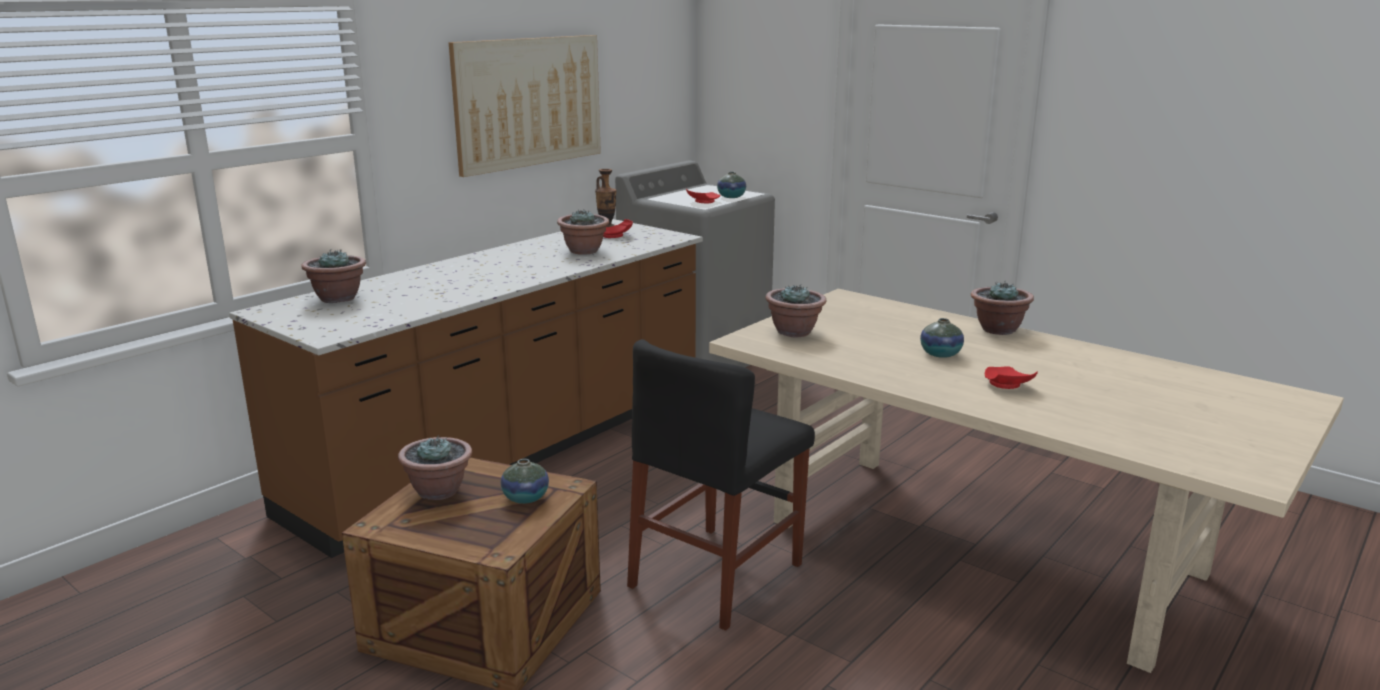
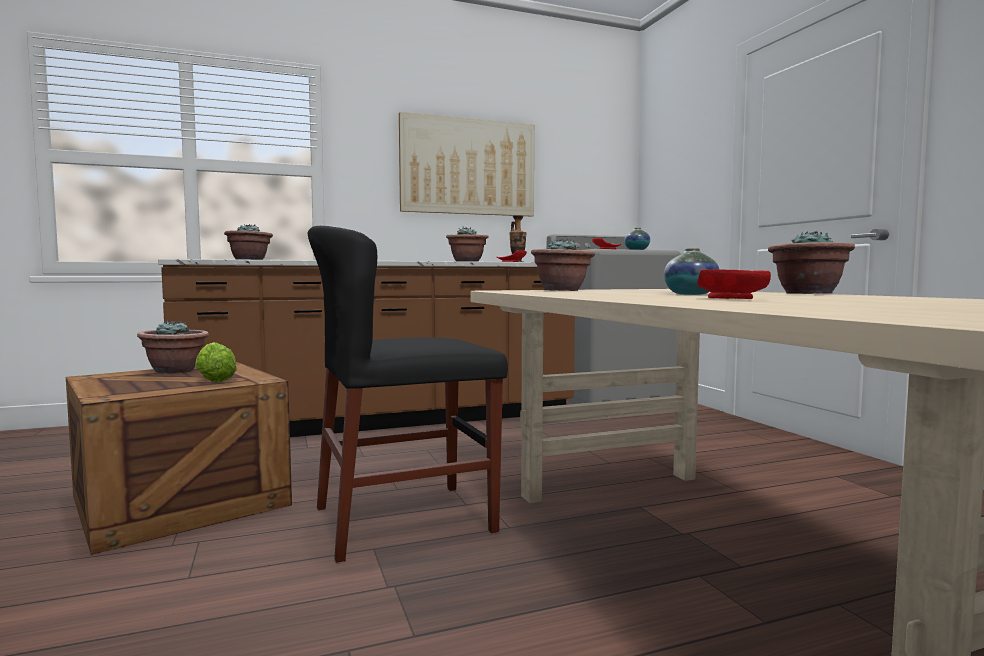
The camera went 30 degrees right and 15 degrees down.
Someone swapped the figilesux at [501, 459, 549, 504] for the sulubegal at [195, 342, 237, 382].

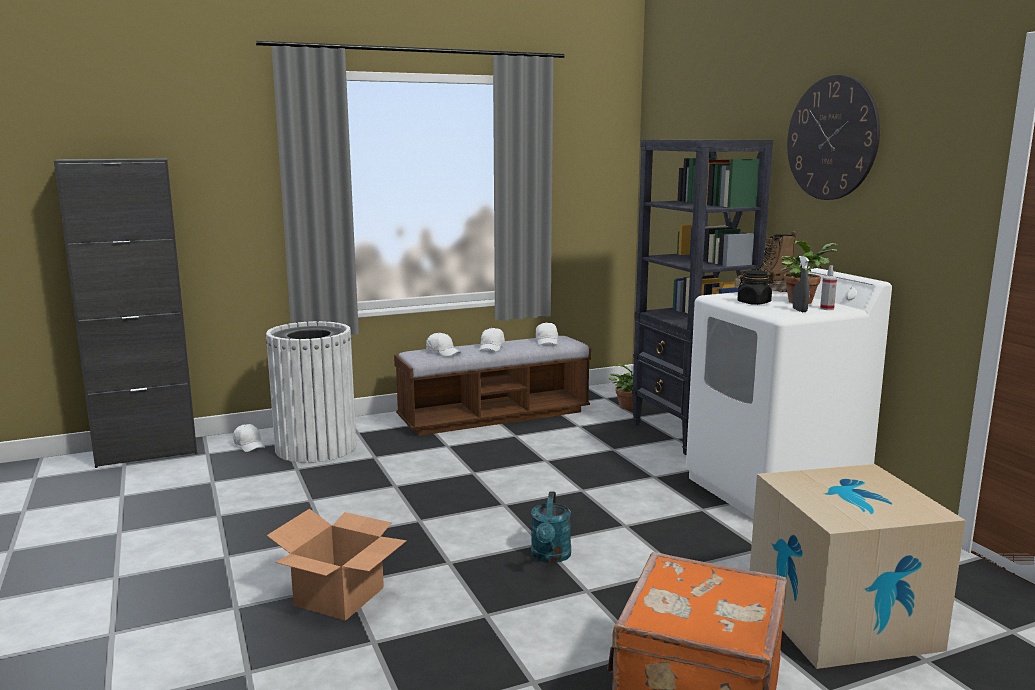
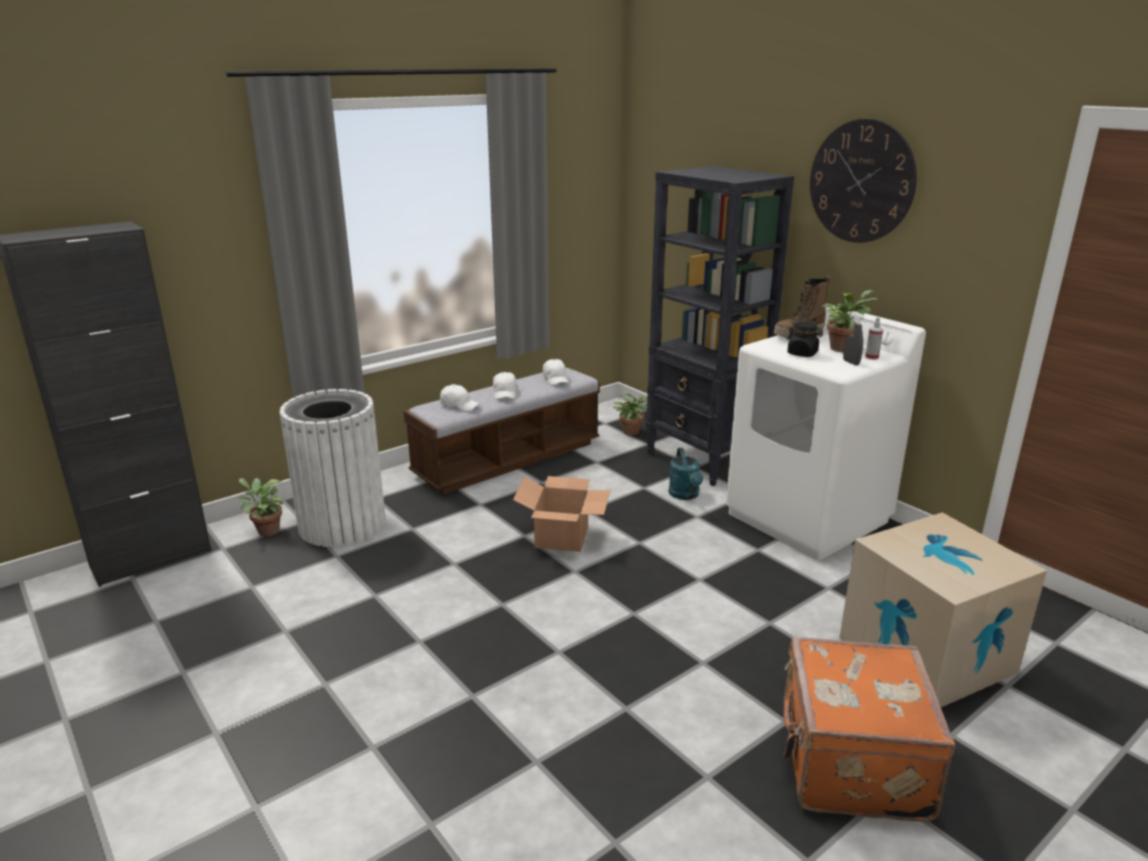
The camera went 15 degrees left and 10 degrees up.
Someone swapped the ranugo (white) at [233, 424, 265, 452] for the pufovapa at [237, 478, 283, 536].
Someone carried the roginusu from [267, 509, 407, 621] to [513, 476, 610, 552].
Someone carried the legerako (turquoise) from [531, 491, 571, 563] to [669, 448, 703, 500].

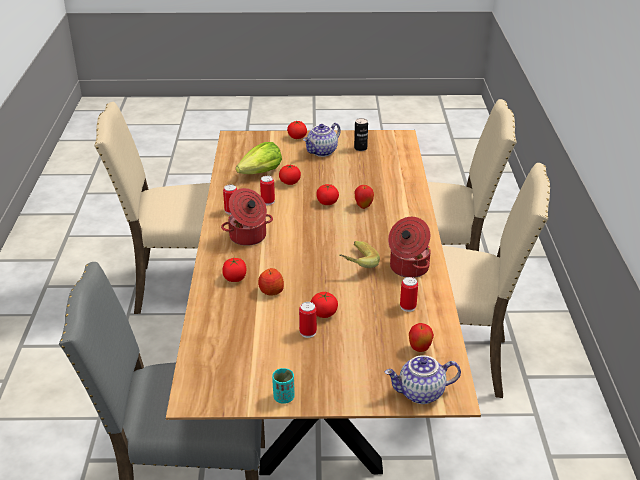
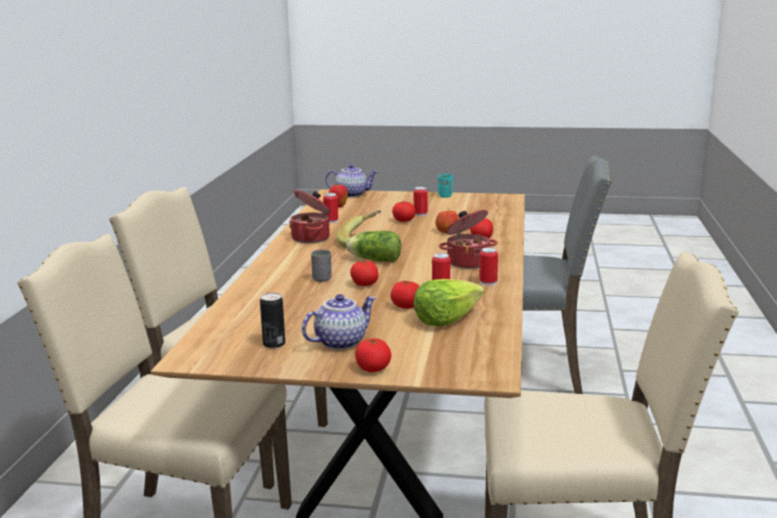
The camera went 170 degrees left and 15 degrees down.
Someone swapped the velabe at [355, 185, 374, 209] for the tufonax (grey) at [311, 249, 332, 282].
Someone put down the sulubegal at [346, 231, 401, 262].

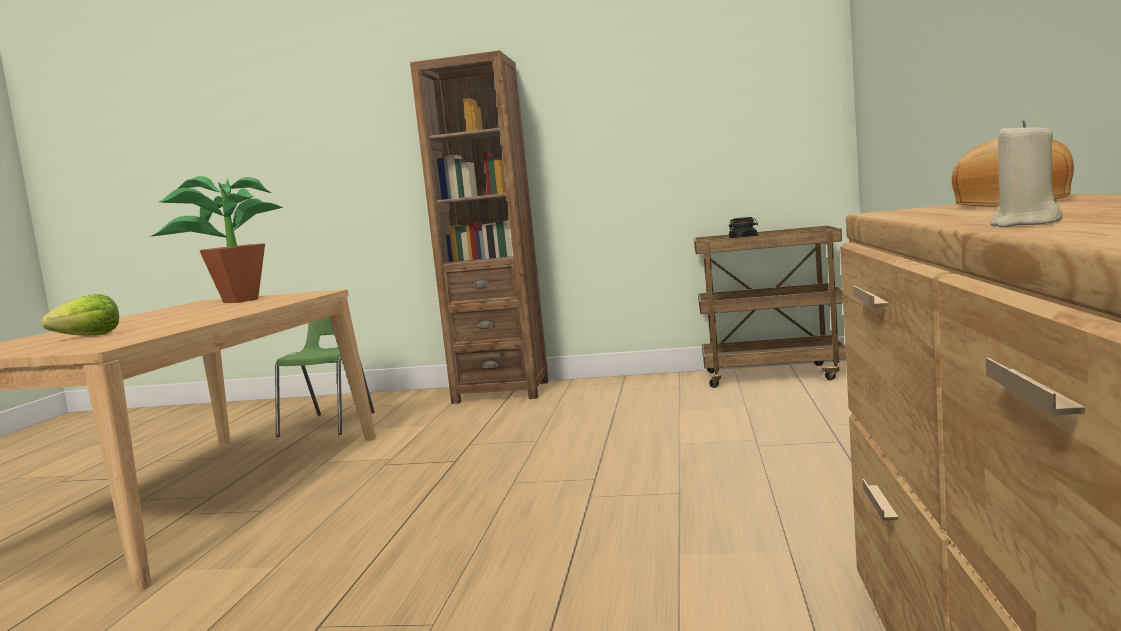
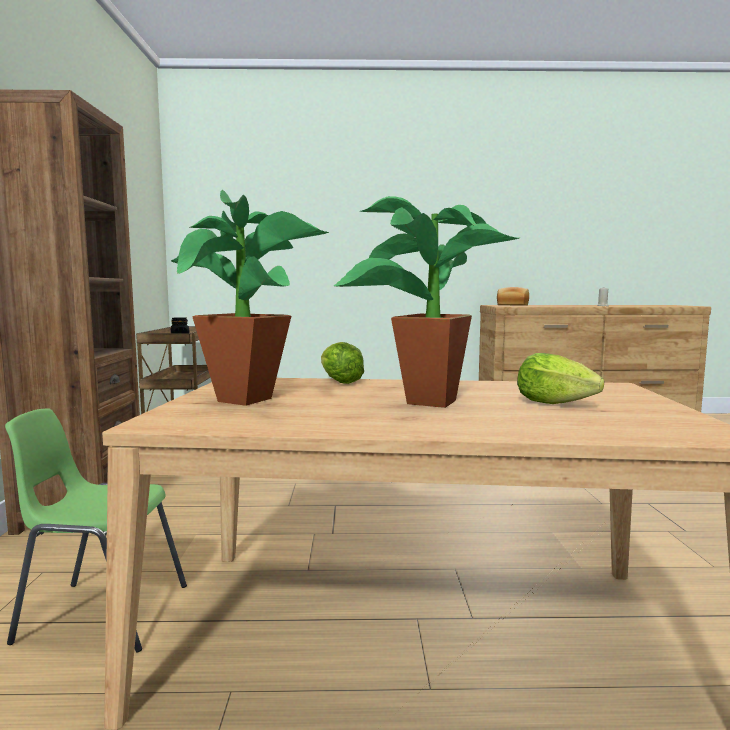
The camera went 100 degrees left and 0 degrees up.
Someone put down the sulubegal at [321, 342, 364, 384].
Someone put down the pufovapa at [334, 196, 519, 408].

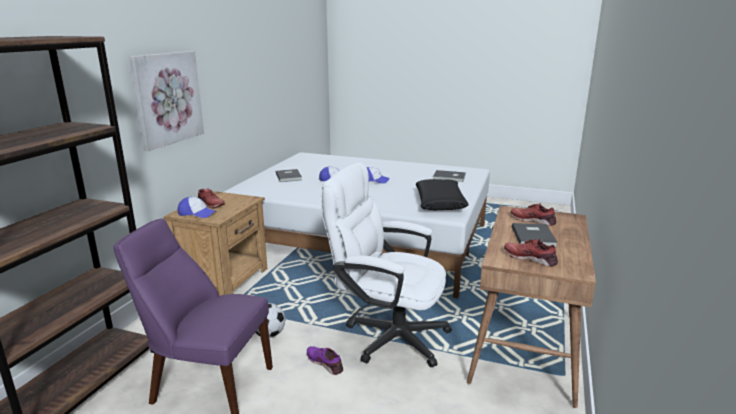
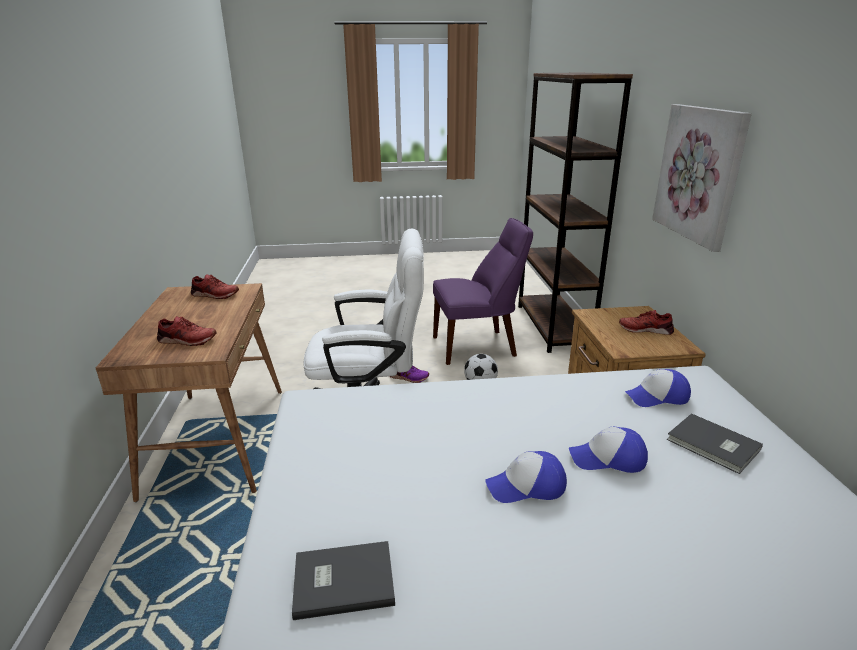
The camera went 155 degrees right and 5 degrees up.
Someone carried the ranugo from [178, 197, 217, 218] to [625, 369, 691, 407].
Someone took away the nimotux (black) at [416, 179, 469, 210].
Someone took away the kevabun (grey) at [512, 223, 558, 248].

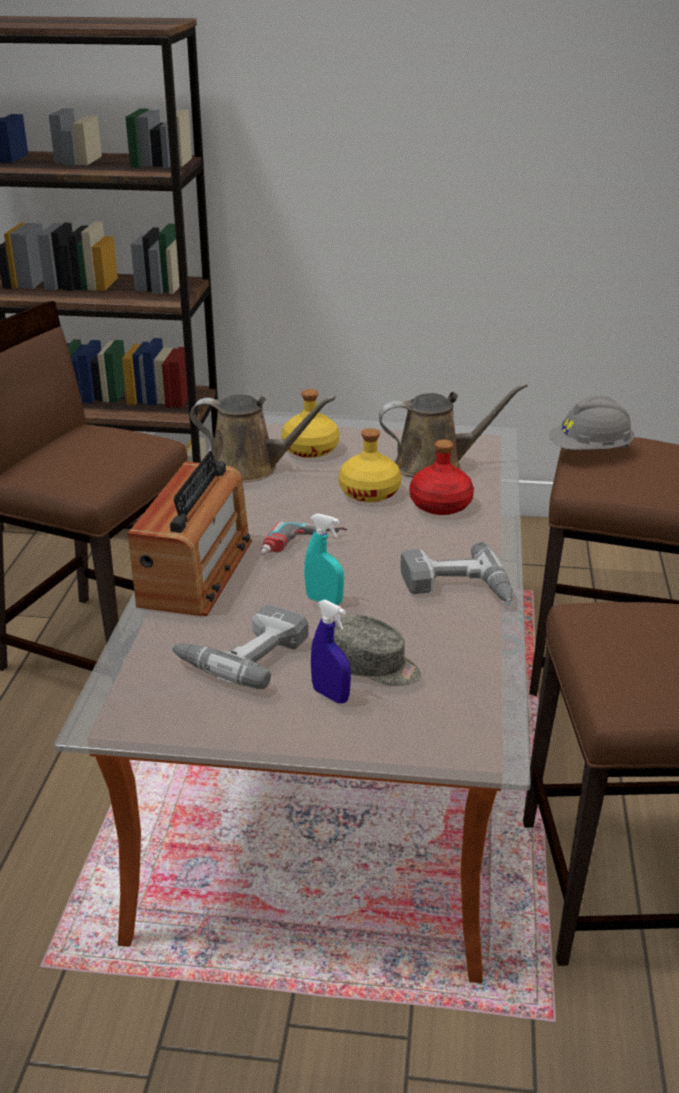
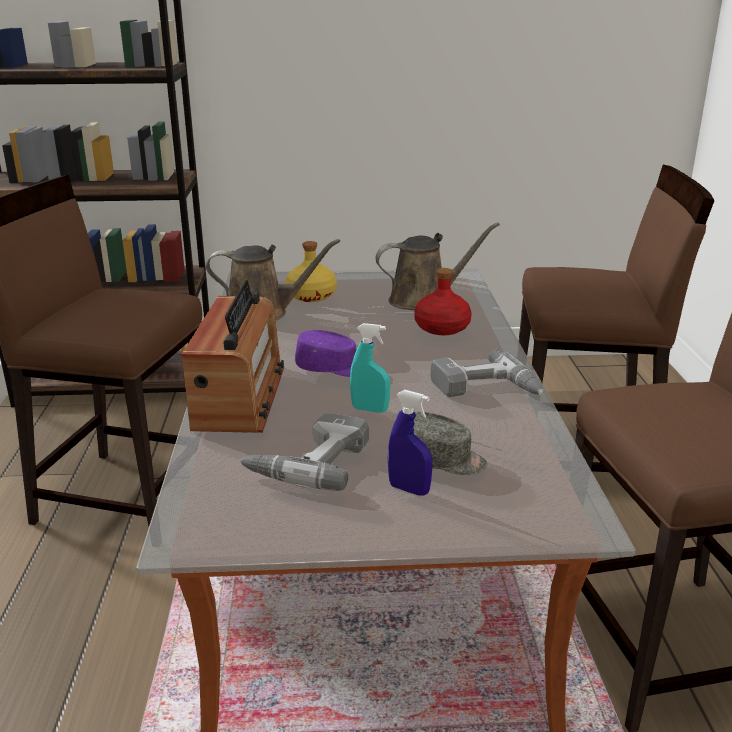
The camera went 10 degrees left and 5 degrees down.
Someone swapped the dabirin at [260, 521, 347, 555] for the ranugo (purple) at [295, 330, 356, 377].
Someone took away the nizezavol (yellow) at [339, 428, 401, 502].
Someone took away the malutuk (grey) at [549, 396, 634, 450].

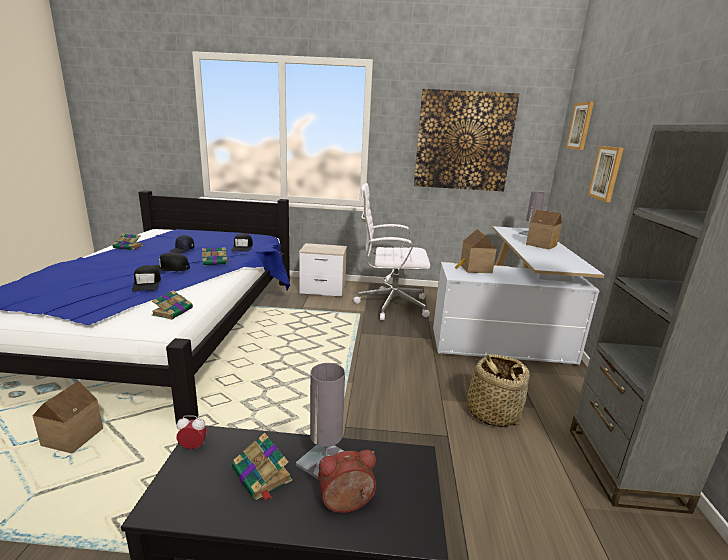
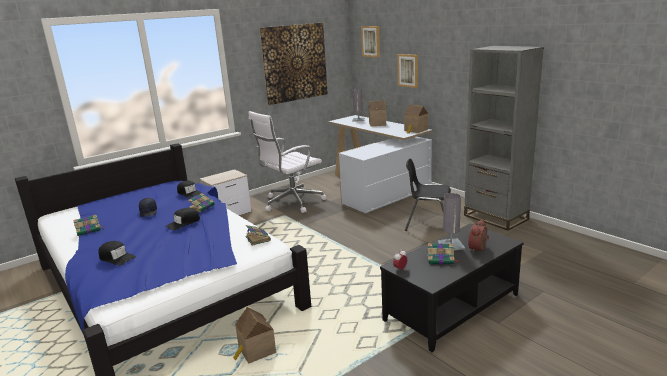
The camera went 40 degrees left and 0 degrees up.
Someone carried the ranugo (black) from [132, 265, 161, 292] to [98, 241, 136, 266].
Someone carried the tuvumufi from [455, 229, 497, 273] to [404, 105, 428, 134].
Someone swapped the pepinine at [464, 354, 530, 428] for the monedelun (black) at [405, 158, 451, 231].

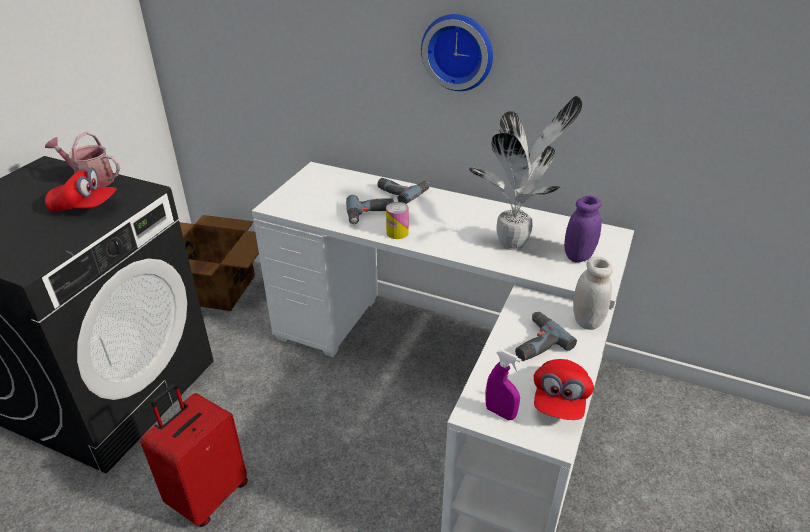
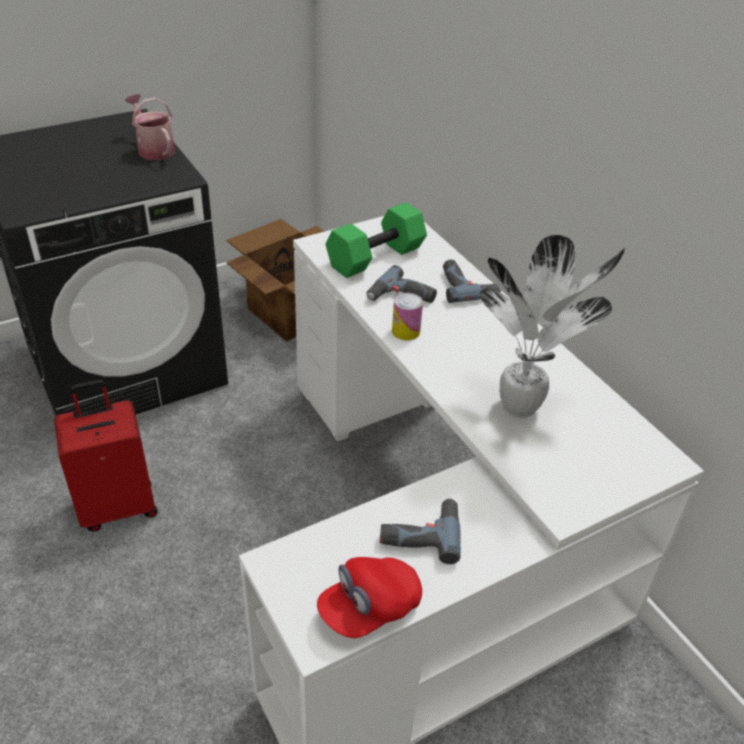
The camera went 35 degrees right and 5 degrees up.
Someone took away the ranugo (red) at [45, 167, 116, 212].
Someone took away the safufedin at [421, 14, 493, 91].
Someone took away the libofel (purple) at [486, 350, 522, 420].
Someone took away the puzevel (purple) at [564, 196, 602, 262].
Someone took away the puzevel (white) at [573, 257, 613, 330].
Someone put down the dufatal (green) at [326, 202, 427, 278].

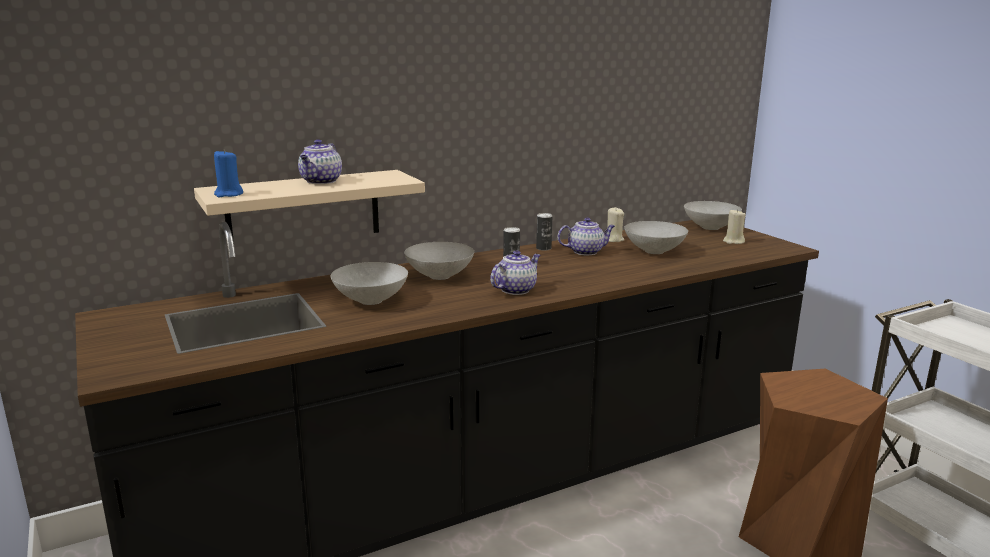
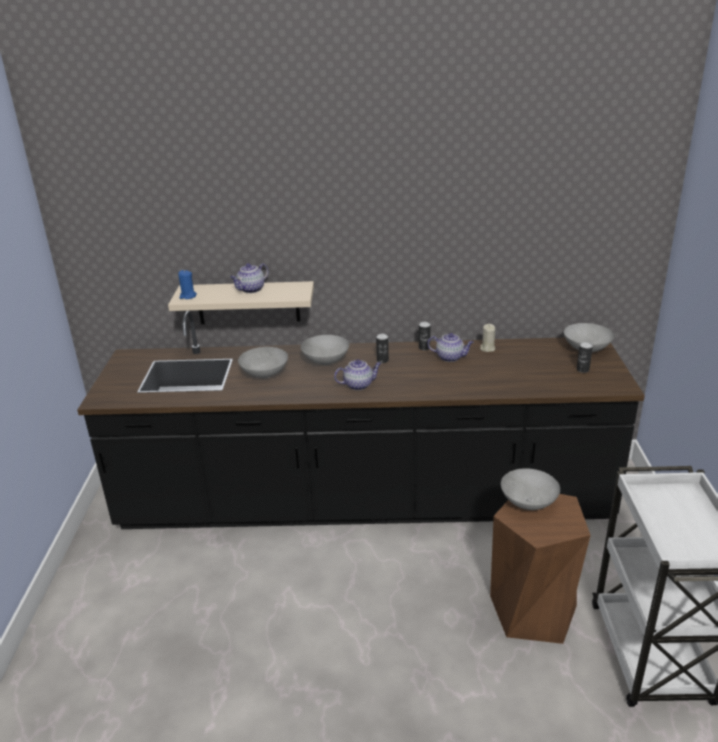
The camera went 30 degrees right and 10 degrees up.
Someone carried the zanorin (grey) from [624, 221, 688, 254] to [501, 468, 560, 510].
Someone swapped the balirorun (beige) at [723, 209, 746, 244] for the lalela at [577, 342, 593, 373].

